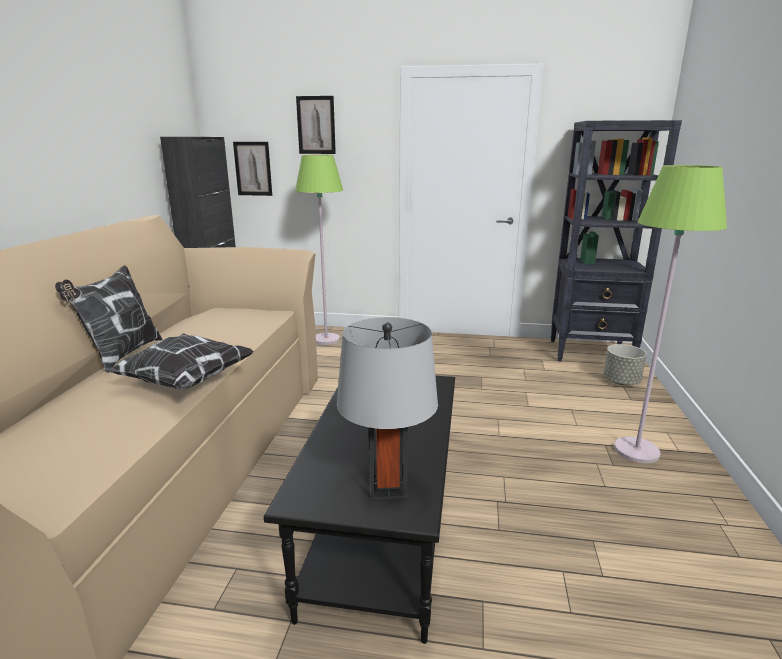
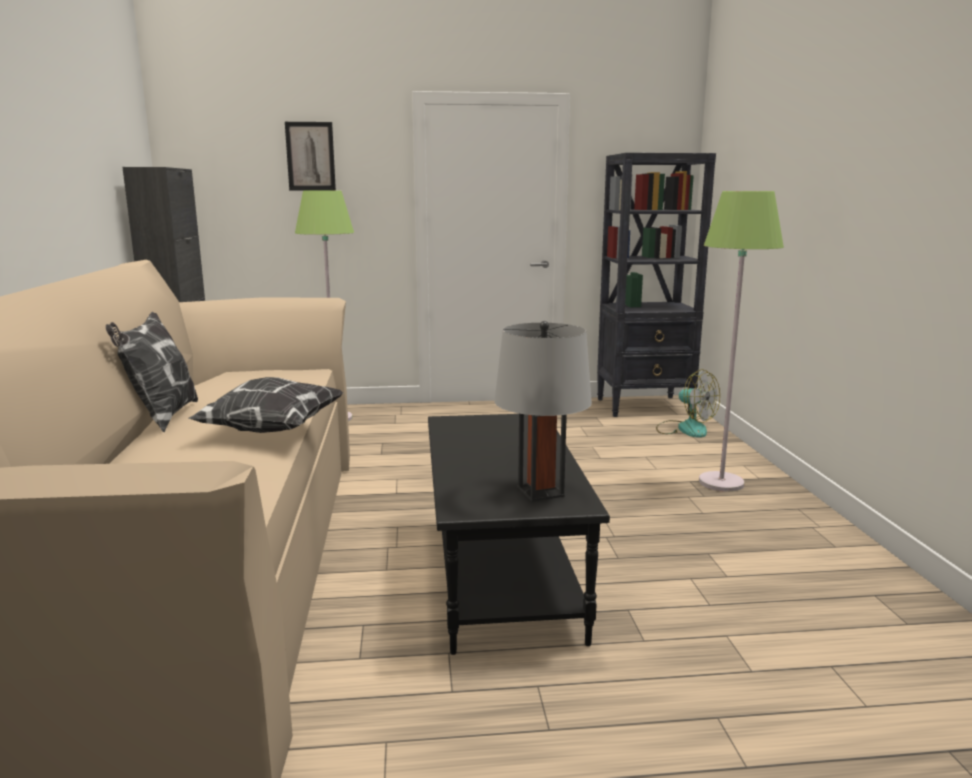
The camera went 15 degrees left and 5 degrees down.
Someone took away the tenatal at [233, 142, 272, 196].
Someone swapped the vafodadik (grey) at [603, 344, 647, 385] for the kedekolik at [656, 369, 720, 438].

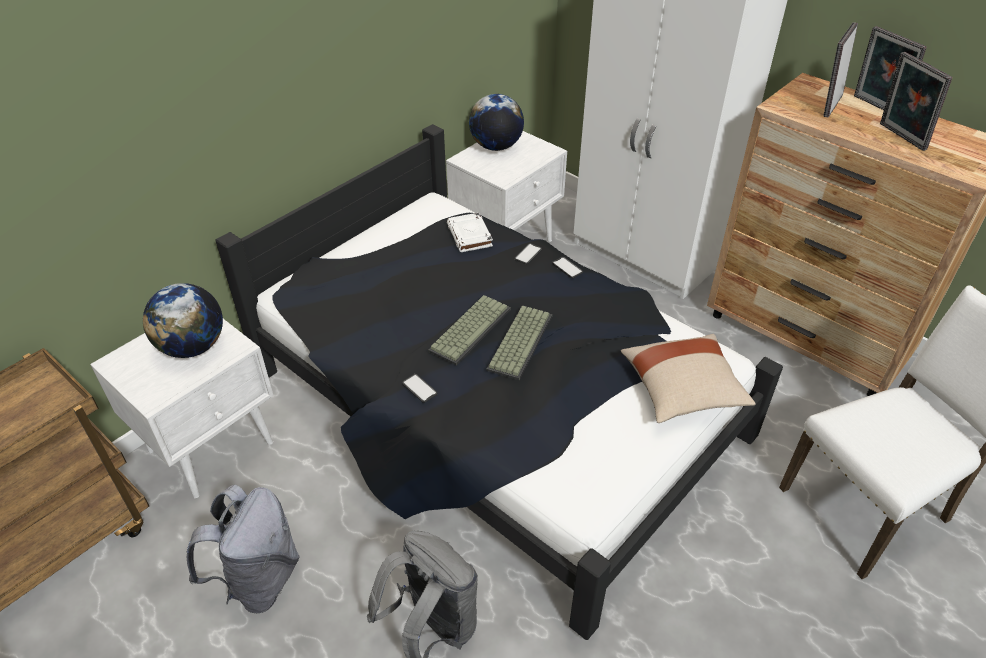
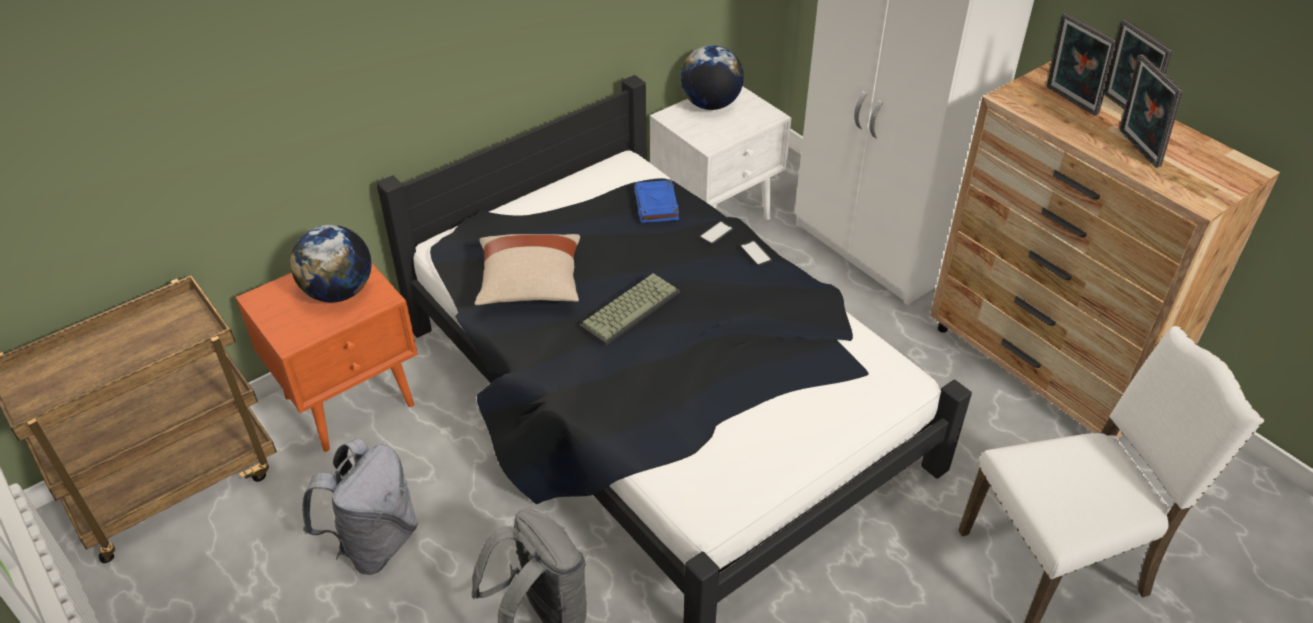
The camera went 10 degrees right and 0 degrees up.
Someone repainted the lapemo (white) at [90, 319, 274, 498], which became the lapemo (orange) at [235, 263, 418, 452].
Someone took away the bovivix at [402, 374, 438, 403].
Someone repainted the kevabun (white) at [447, 213, 493, 252], which became the kevabun (blue) at [634, 180, 679, 223].
Someone took away the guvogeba at [486, 305, 552, 380].
Someone carried the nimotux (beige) from [621, 334, 756, 423] to [474, 234, 580, 305].
Someone rotated the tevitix at [823, 22, 858, 117] by 75 degrees counterclockwise.

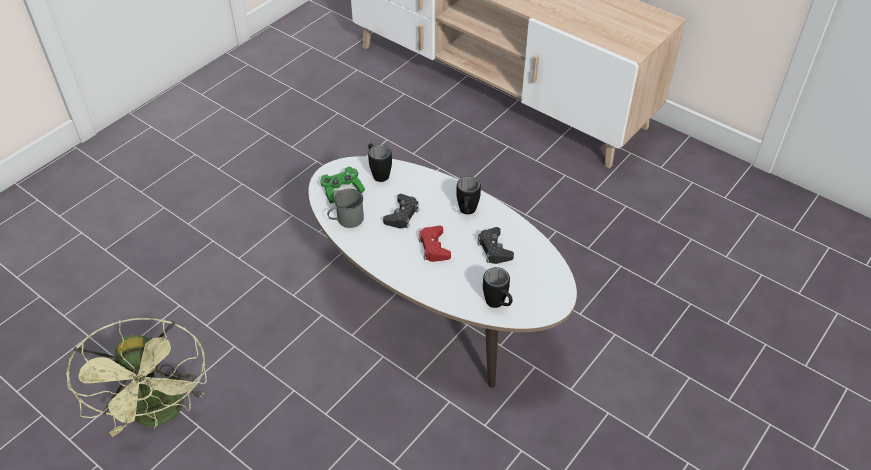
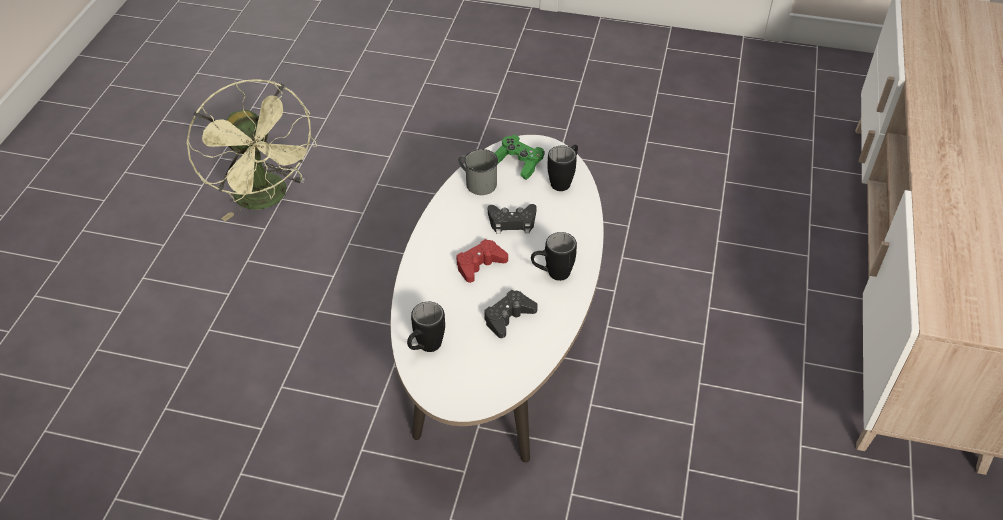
The camera went 65 degrees right and 0 degrees up.
Someone rotated the kedekolik (green) at [66, 318, 207, 437] by 75 degrees counterclockwise.

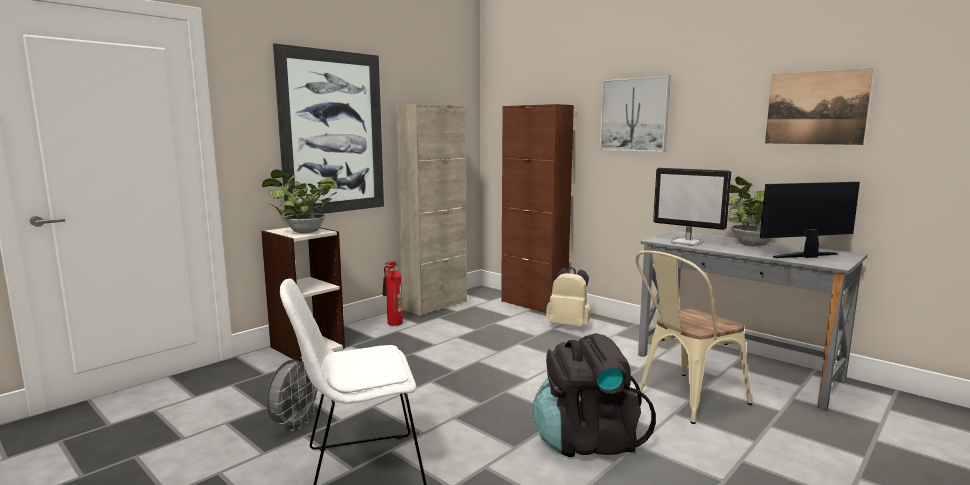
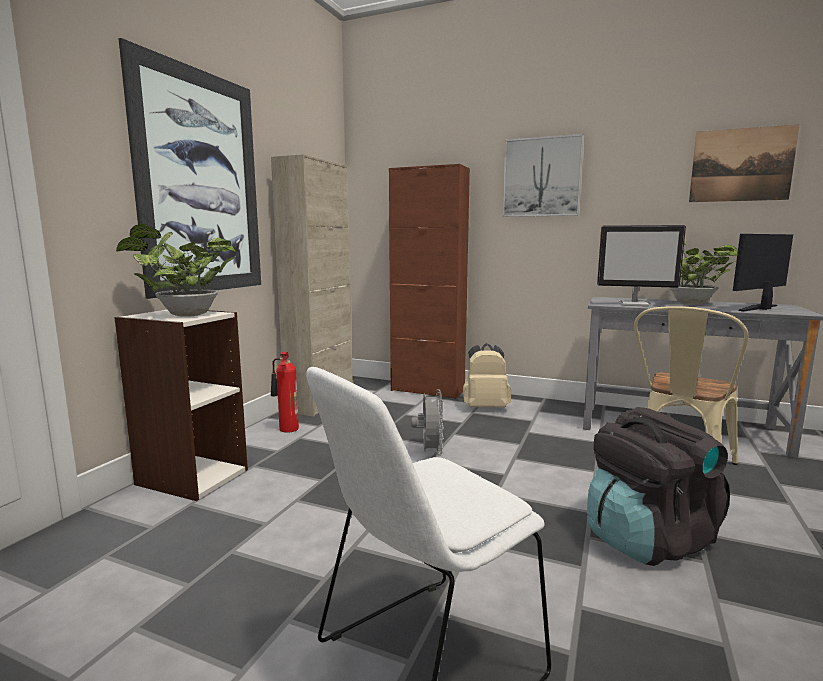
The camera went 20 degrees left and 0 degrees up.
Someone carried the kedekolik (grey) from [266, 357, 321, 431] to [411, 389, 444, 456].

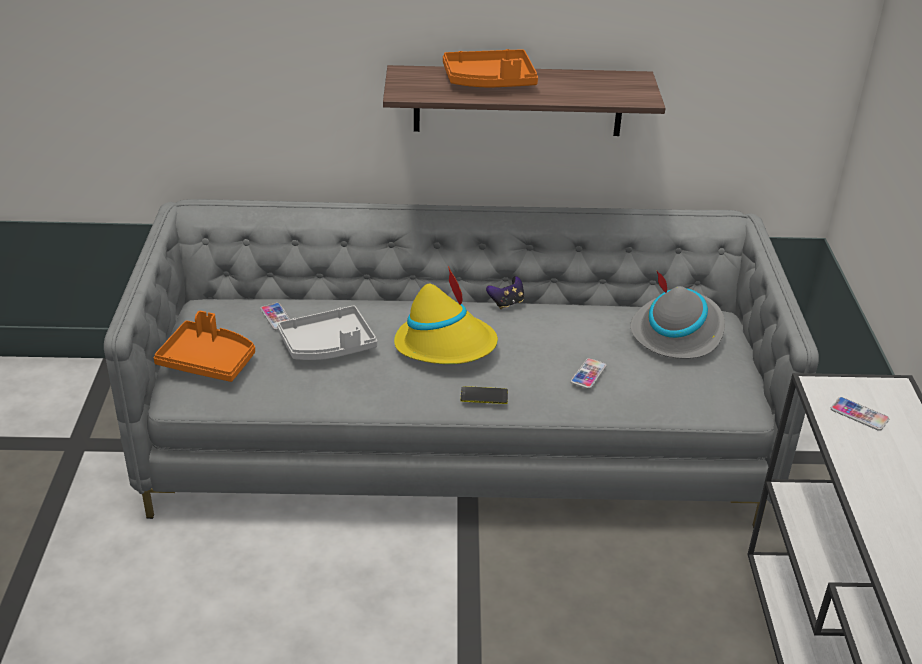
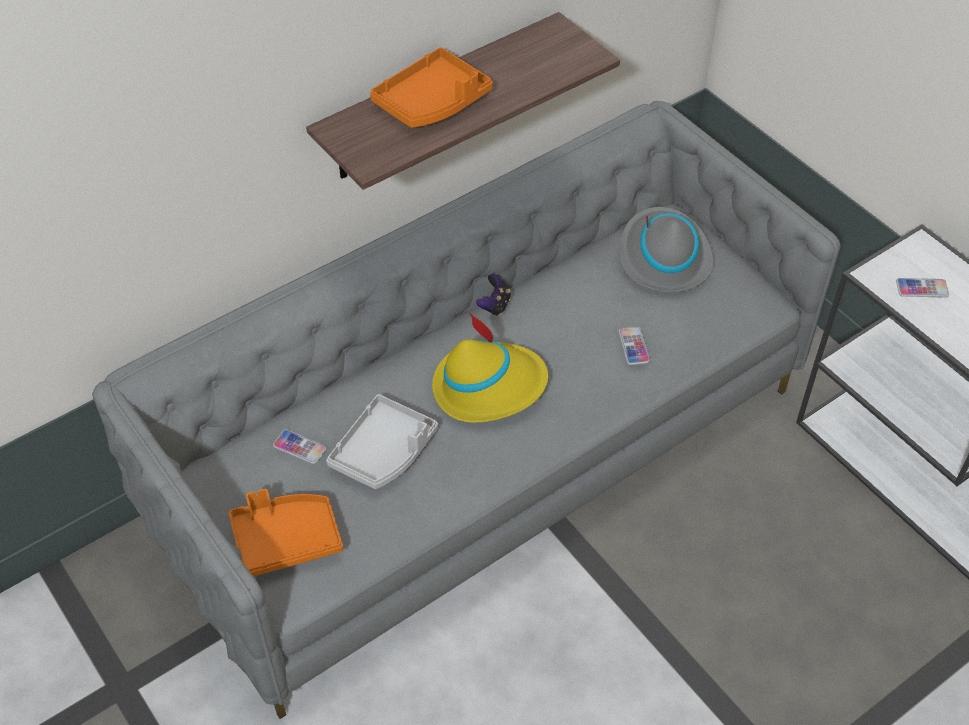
The camera went 35 degrees left and 15 degrees up.
Someone took away the bovivix at [460, 386, 508, 404].

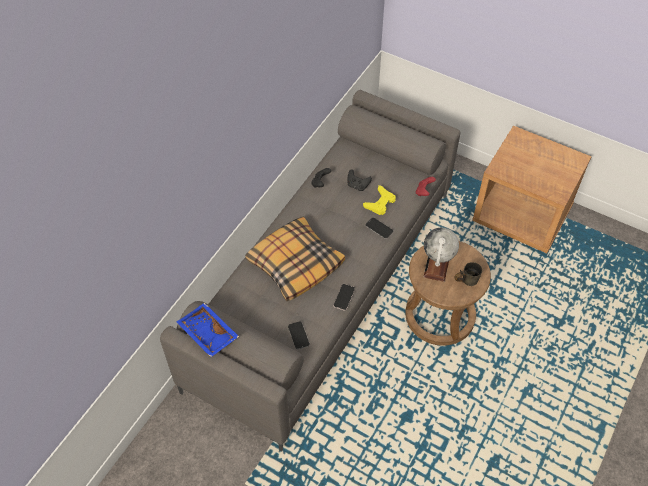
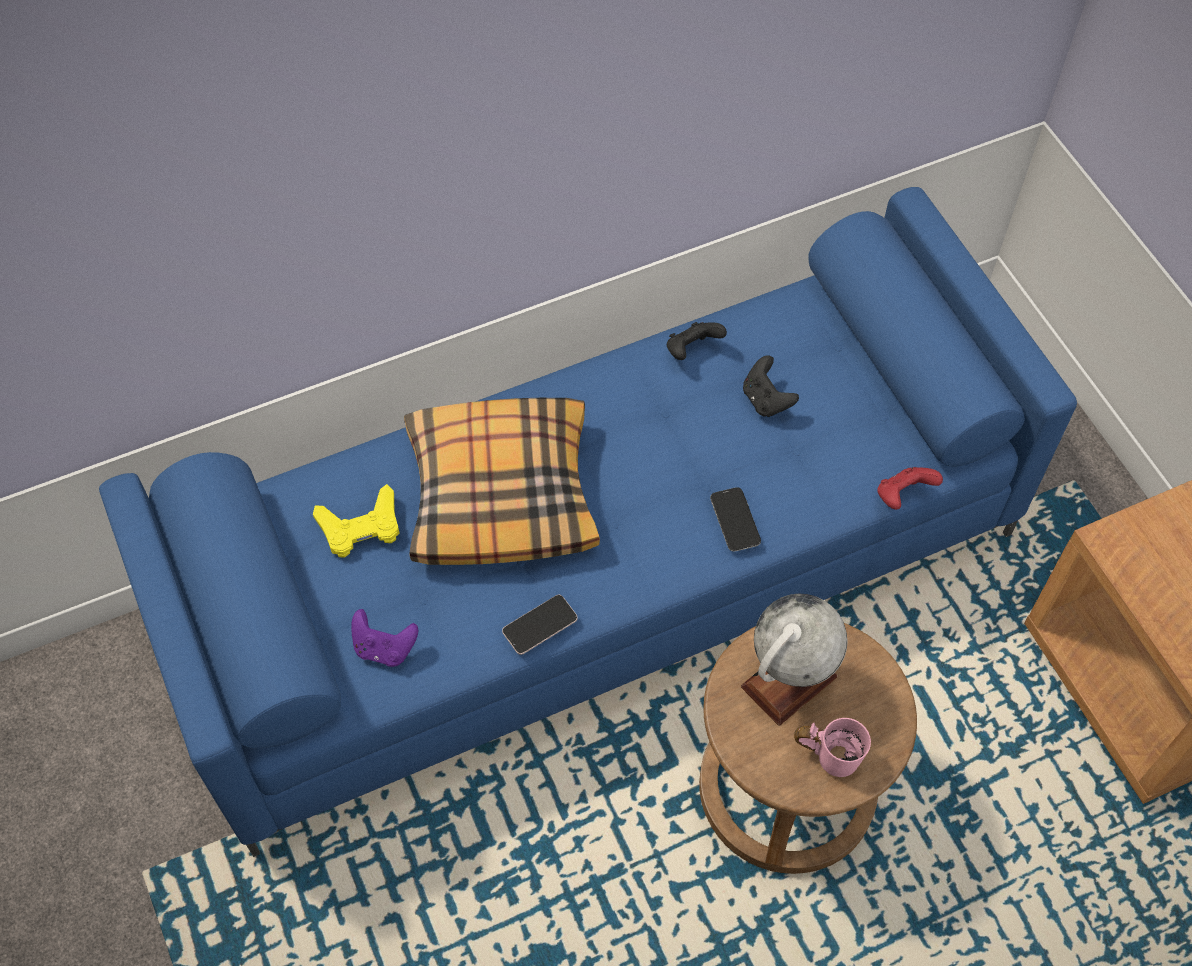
The camera went 35 degrees right and 5 degrees up.
Someone repainted the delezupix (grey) at [160, 90, 461, 452], which became the delezupix (blue) at [99, 187, 1077, 857].
Someone took away the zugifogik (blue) at [177, 303, 239, 357].
Someone swapped the bovivix at [288, 321, 310, 349] for the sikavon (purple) at [351, 609, 418, 667].
Someone carried the sikavon (yellow) from [363, 185, 396, 215] to [313, 484, 400, 558].
Someone repainted the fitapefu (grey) at [454, 262, 482, 286], which became the fitapefu (pink) at [794, 718, 871, 777].

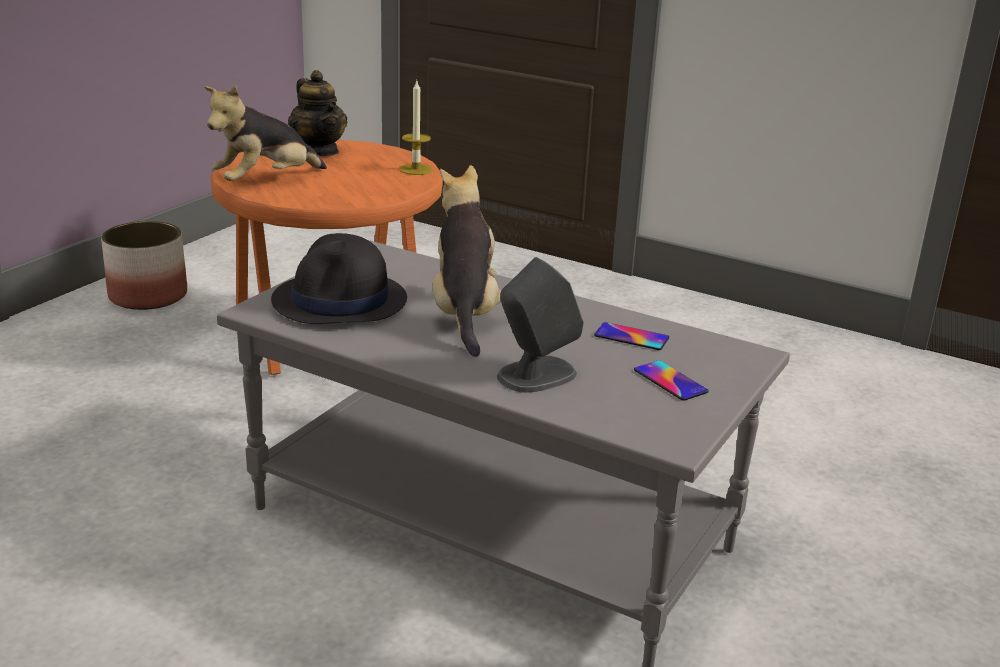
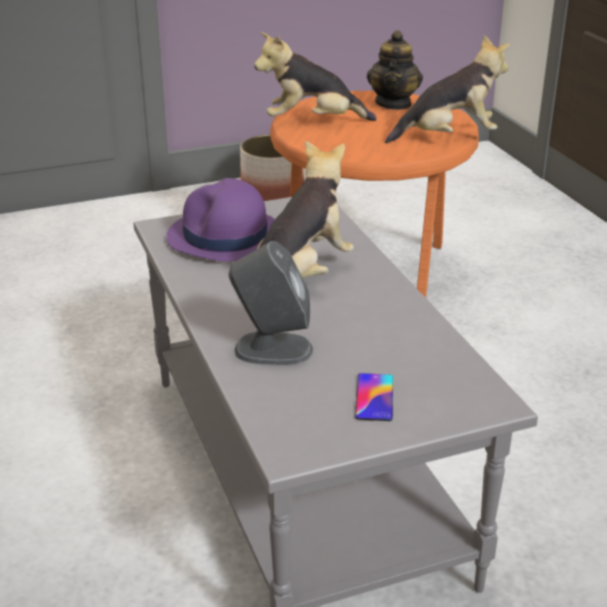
The camera went 40 degrees right and 5 degrees up.
Someone repainted the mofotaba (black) at [271, 233, 407, 324], which became the mofotaba (purple) at [166, 178, 275, 262].
Someone swapped the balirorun at [400, 81, 433, 175] for the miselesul at [385, 35, 510, 144].
Someone took away the bovivix at [594, 322, 669, 350].

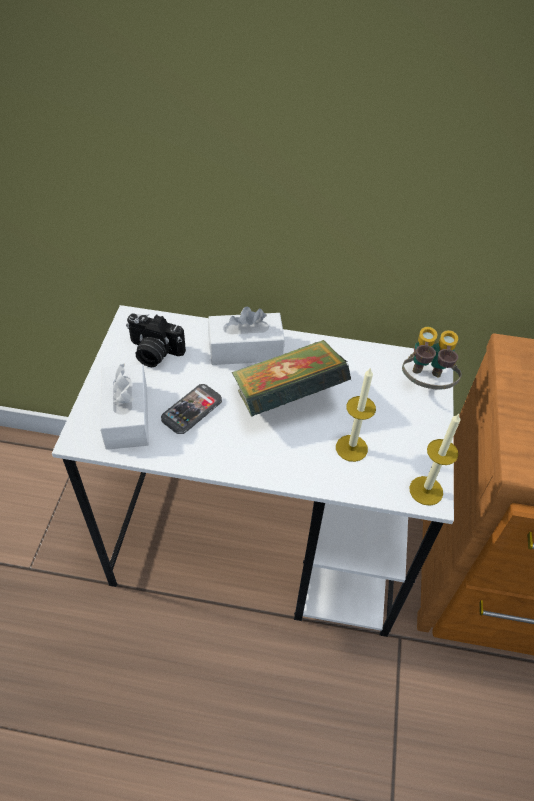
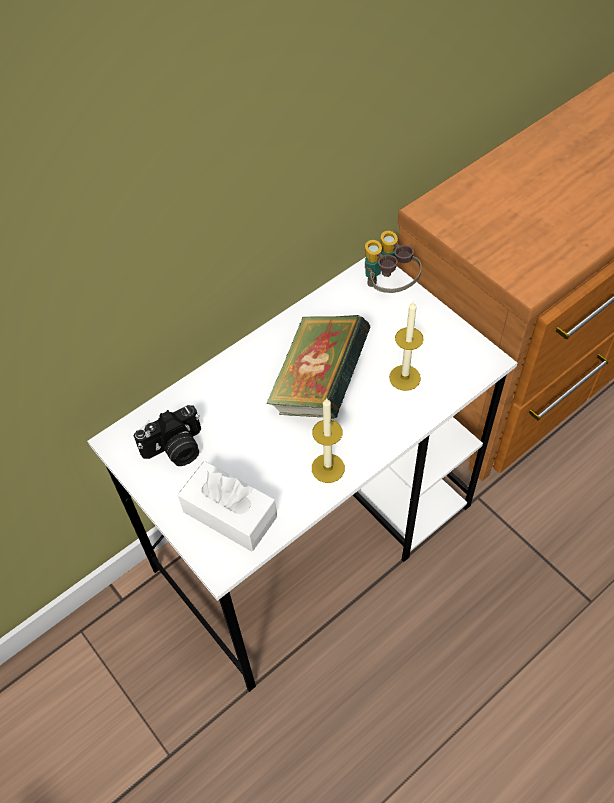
The camera went 45 degrees left and 5 degrees up.
Someone took away the bovivix at [161, 384, 222, 434].
Someone took away the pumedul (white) at [208, 306, 285, 365].
Someone carried the balirorun from [409, 414, 461, 506] to [312, 397, 345, 483].

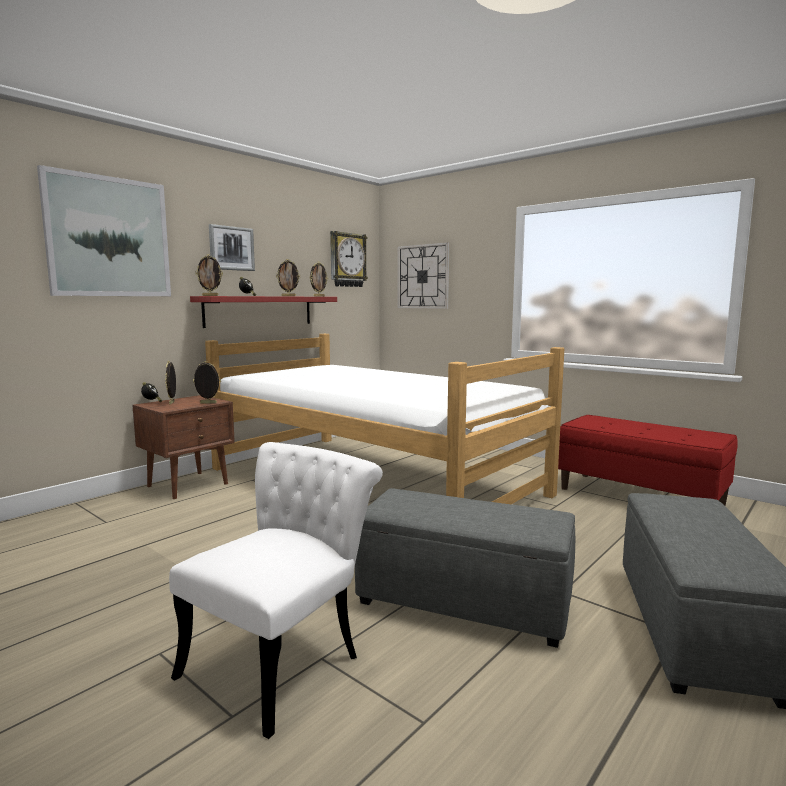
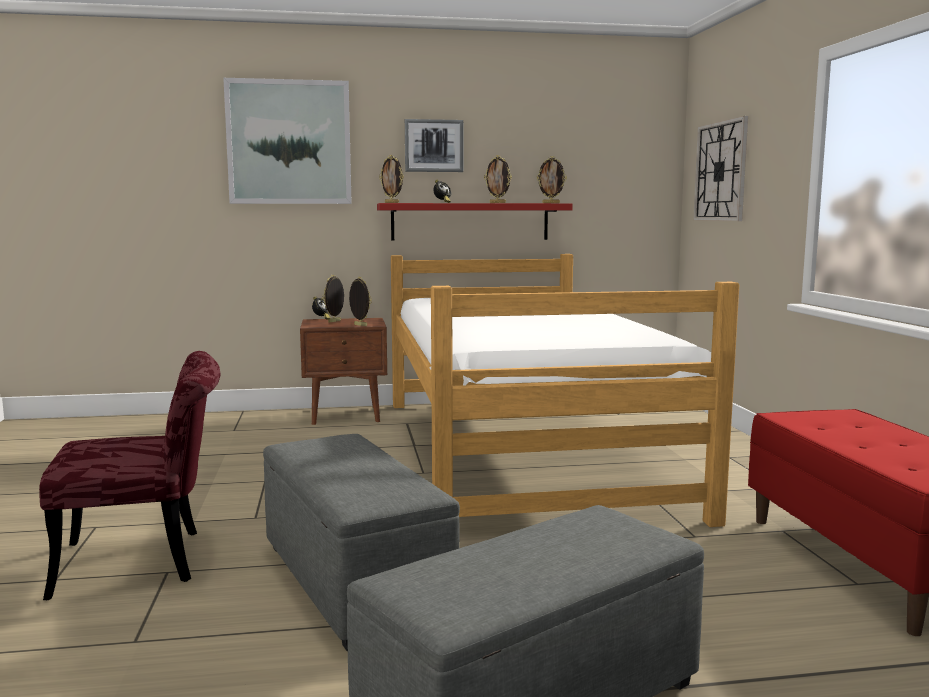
The camera went 40 degrees right and 0 degrees up.
Someone repainted the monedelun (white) at [169, 442, 383, 739], which became the monedelun (red) at [39, 351, 220, 600].
Someone took away the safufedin at [330, 231, 368, 287].

